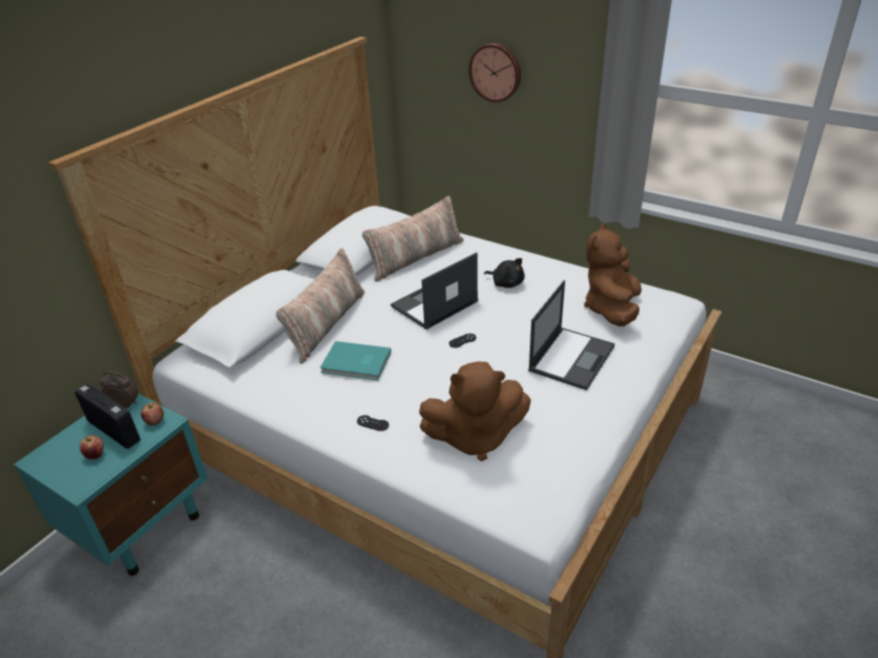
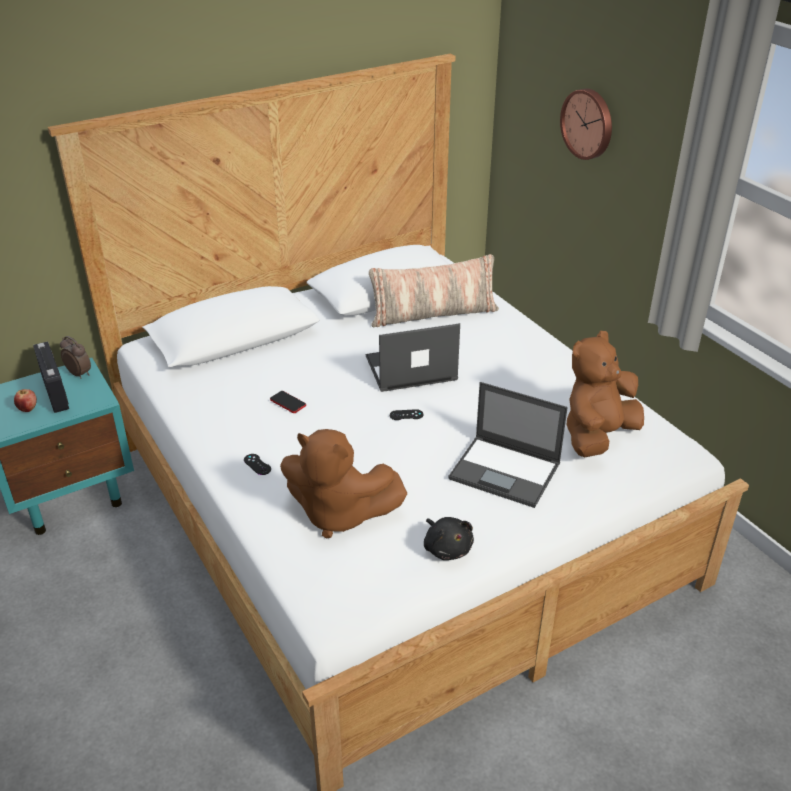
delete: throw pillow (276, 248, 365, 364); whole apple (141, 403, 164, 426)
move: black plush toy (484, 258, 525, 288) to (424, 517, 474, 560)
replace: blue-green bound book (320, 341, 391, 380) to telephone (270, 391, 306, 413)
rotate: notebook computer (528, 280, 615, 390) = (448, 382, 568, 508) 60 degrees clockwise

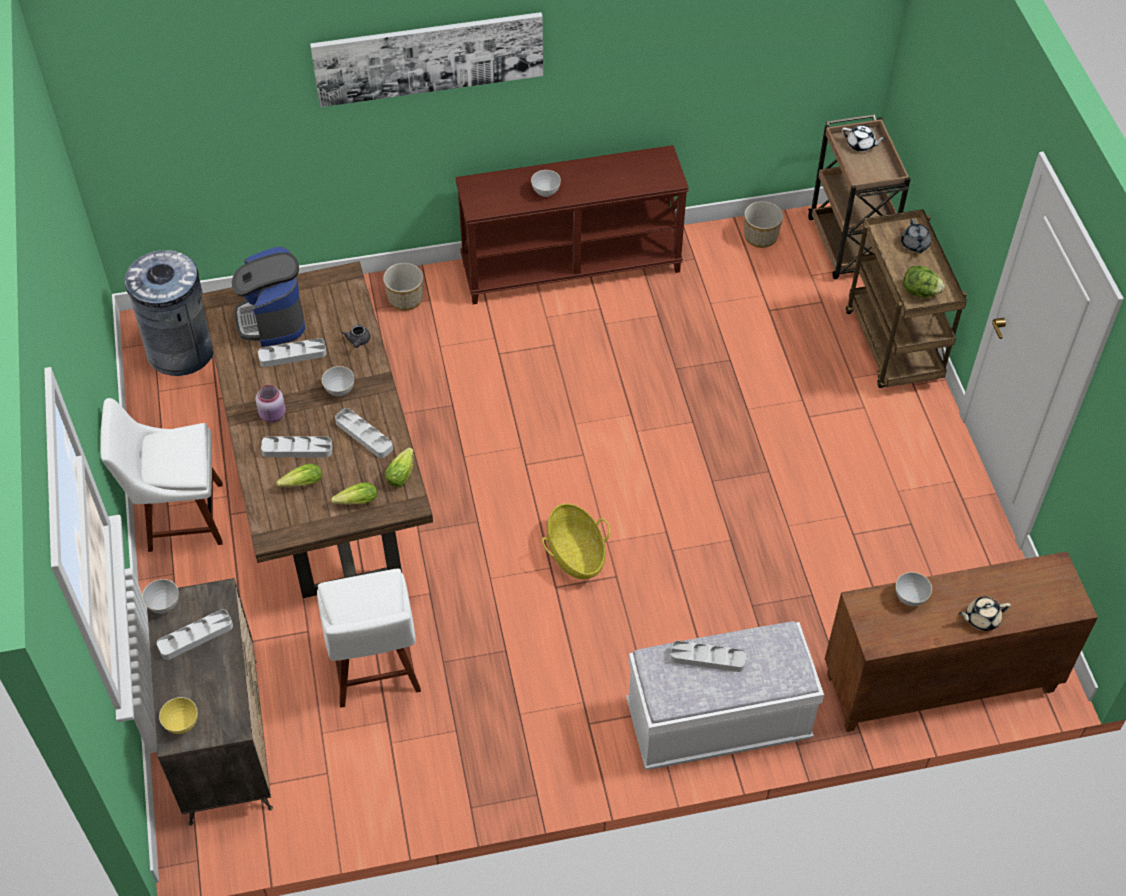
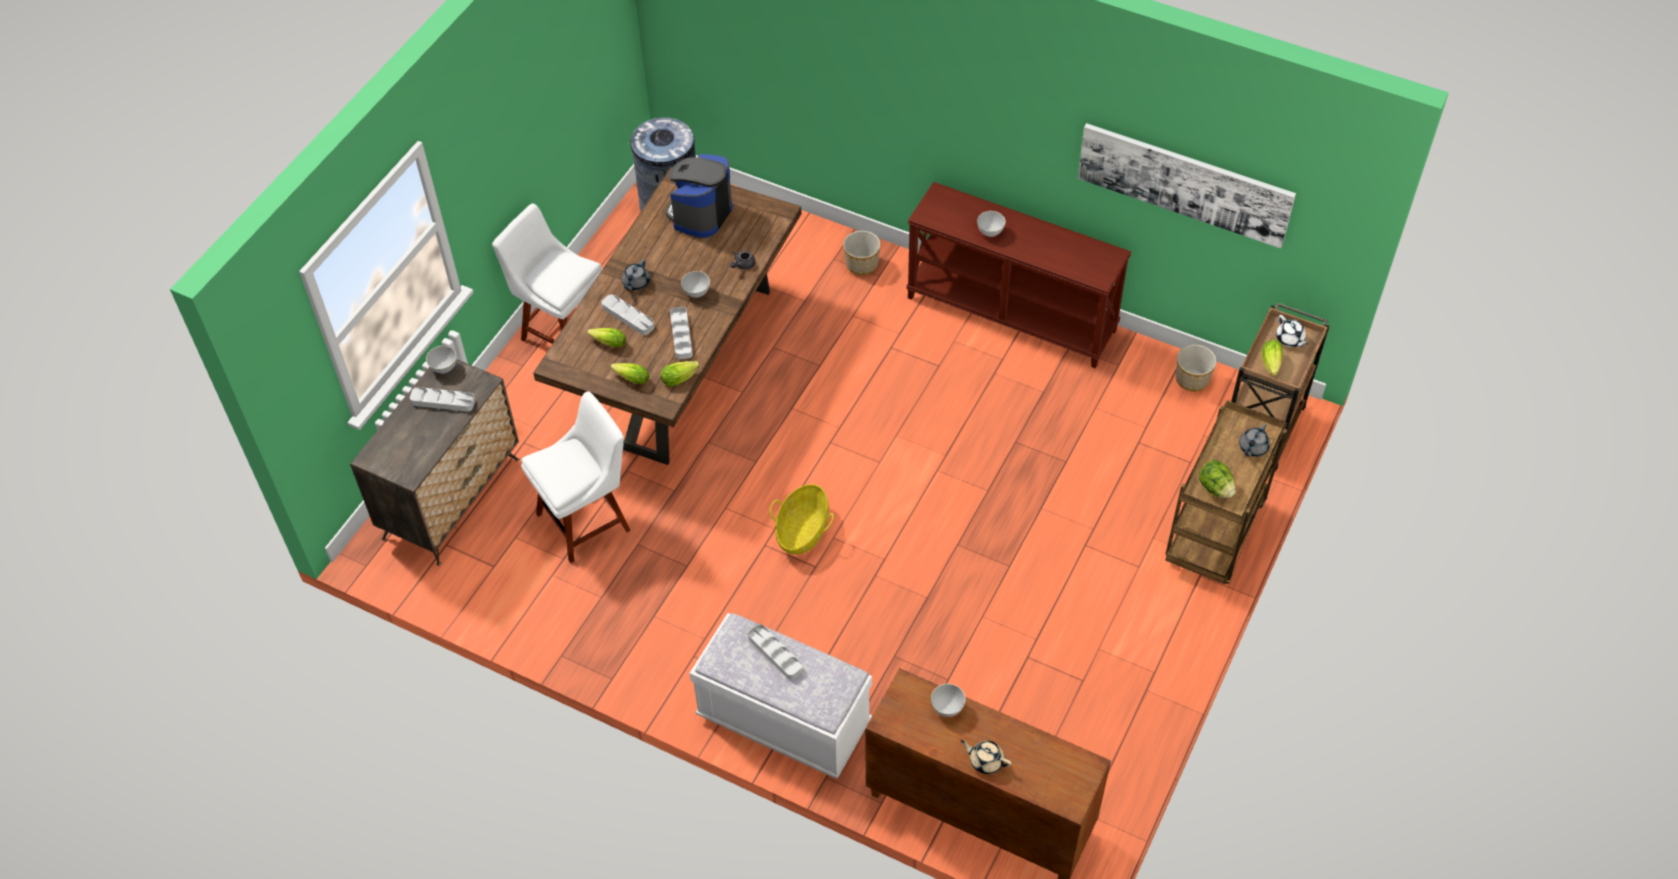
delete: grey serving tray (258, 338, 327, 367); yellowish bowl (159, 697, 198, 734)
insert: lettuce head (1262, 340, 1282, 376)
move: picture (310, 12, 543, 107) to (1078, 123, 1296, 248)
replace: pink storage jar (256, 385, 286, 423) to grey tea pot (622, 259, 650, 291)
rotate: whitish upright chair (317, 569, 421, 708) = (521, 391, 631, 563) 150 degrees counterclockwise

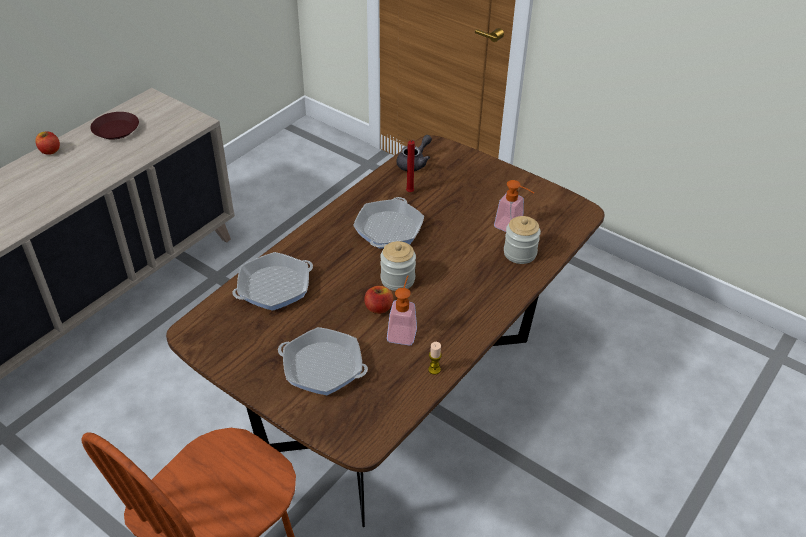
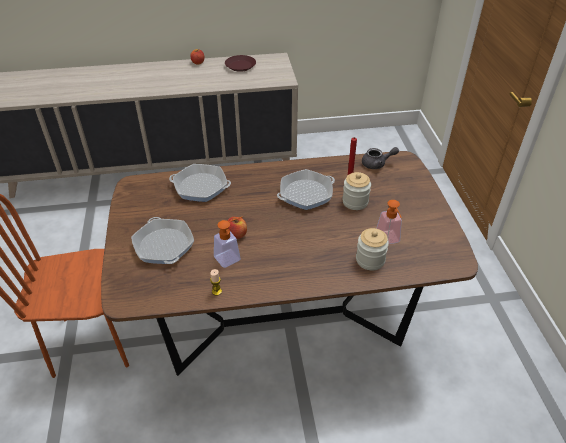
move: storage jar (380, 241, 416, 291) to (342, 172, 371, 210)

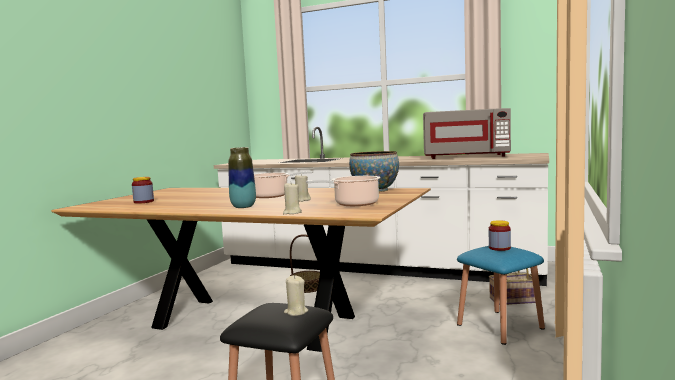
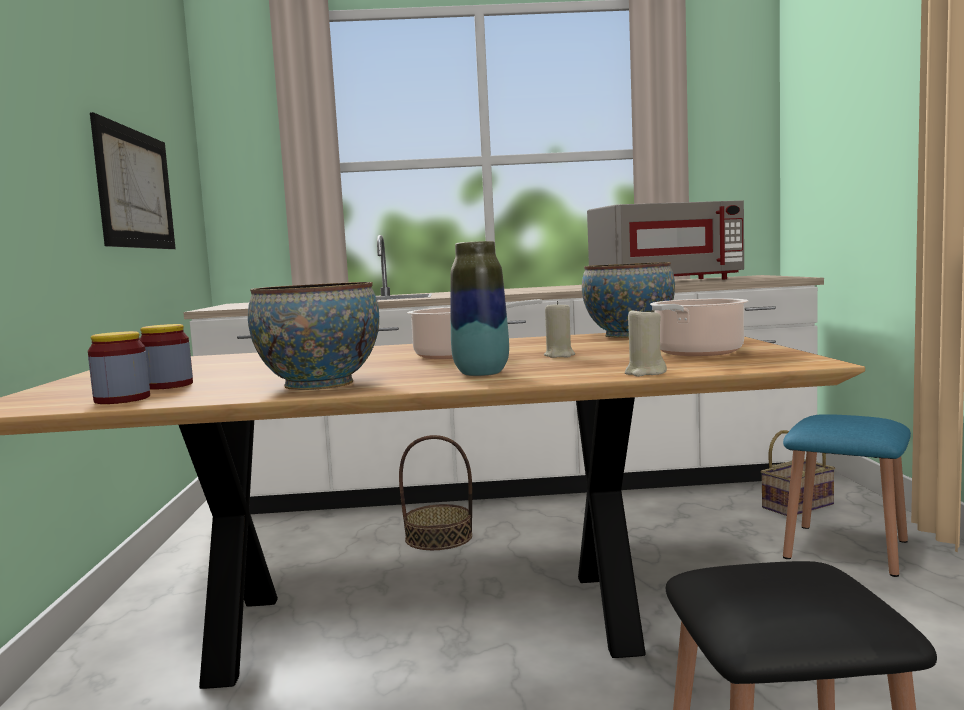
delete: beige-coloured candle (284, 275, 308, 316)
insert: picture (90, 112, 176, 249); bowl (248, 282, 379, 390)
move: storage jar (489, 220, 511, 251) to (88, 331, 150, 404)

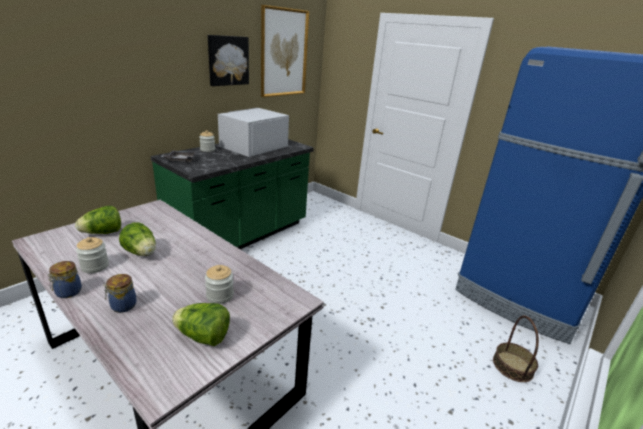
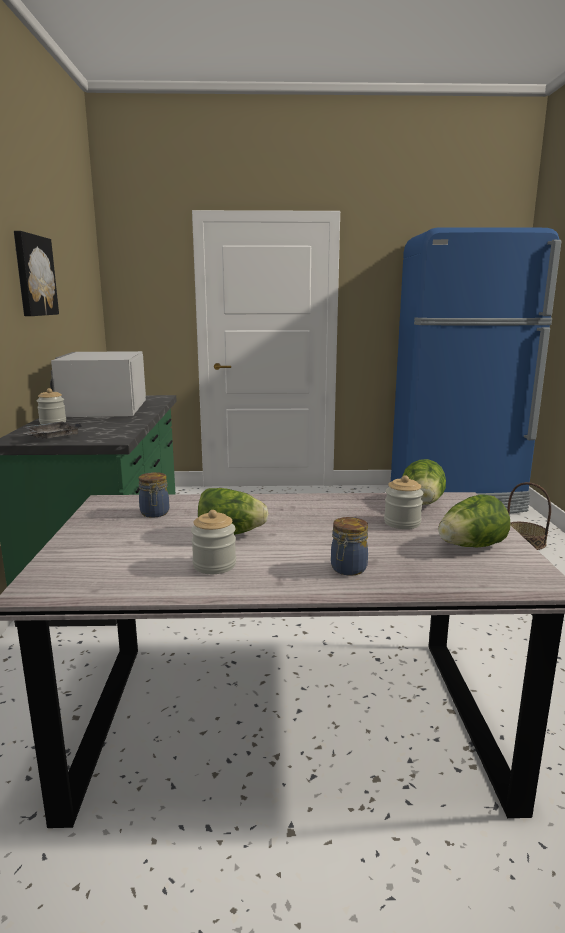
delete: picture (261, 5, 309, 97)
move: lettuce head (75, 206, 121, 234) to (403, 459, 446, 505); storage jar (47, 261, 82, 298) to (138, 472, 169, 518)

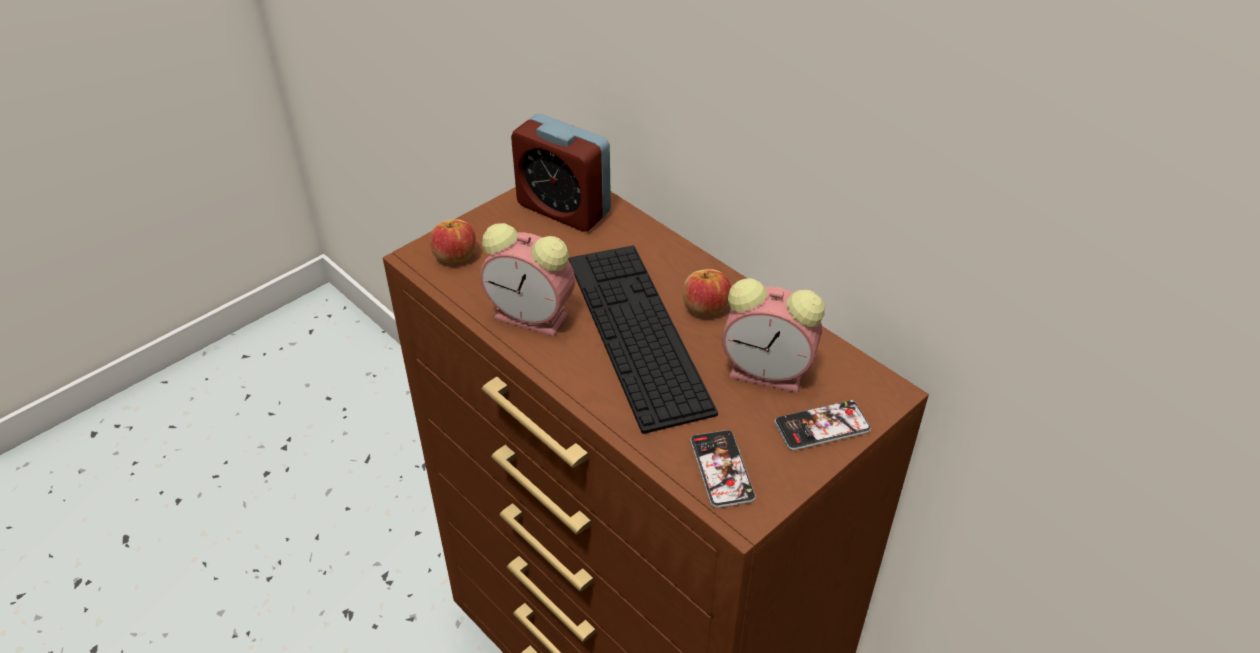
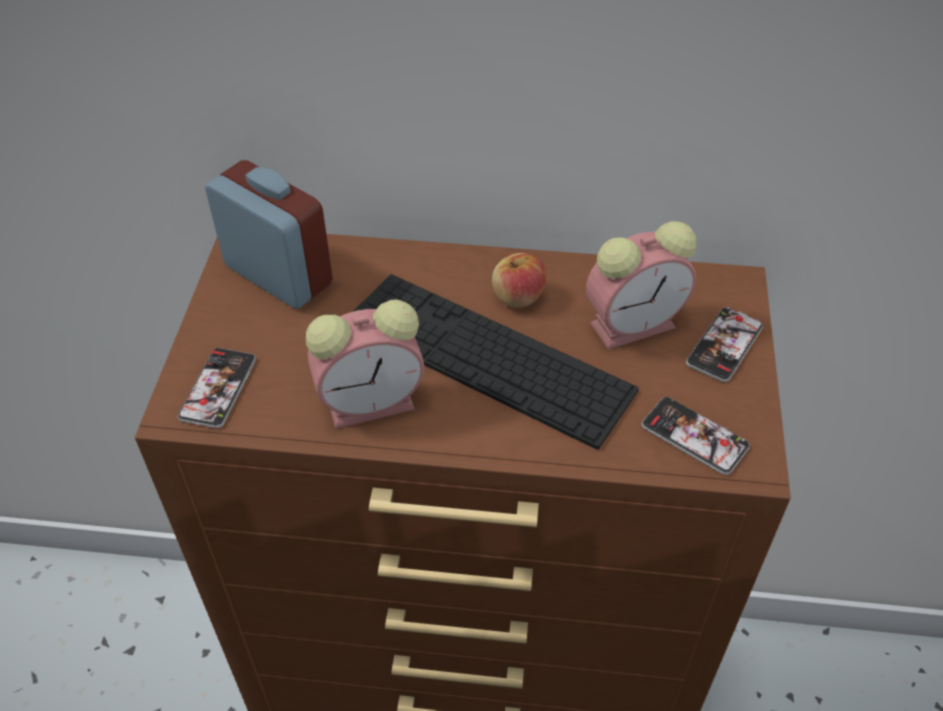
replace: whole apple (430, 219, 476, 263) to telephone (178, 348, 256, 428)
rotate: bedside clock (511, 114, 611, 231) = (205, 160, 333, 309) 135 degrees counterclockwise

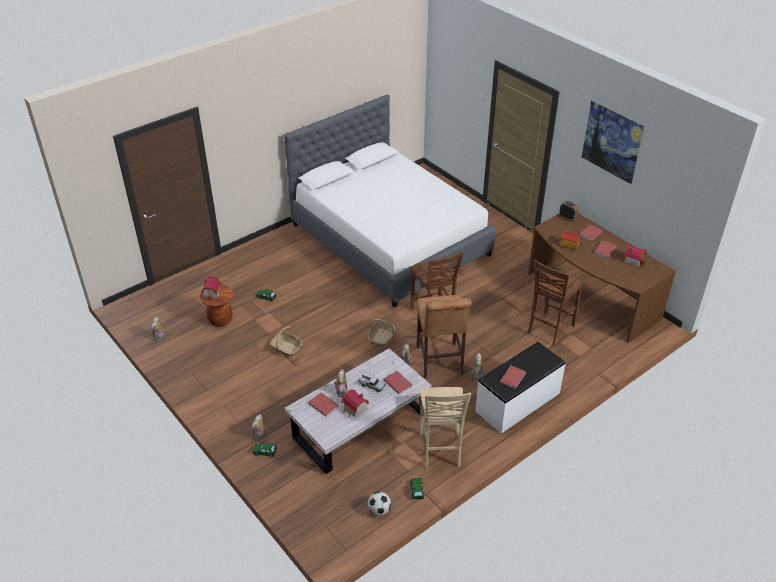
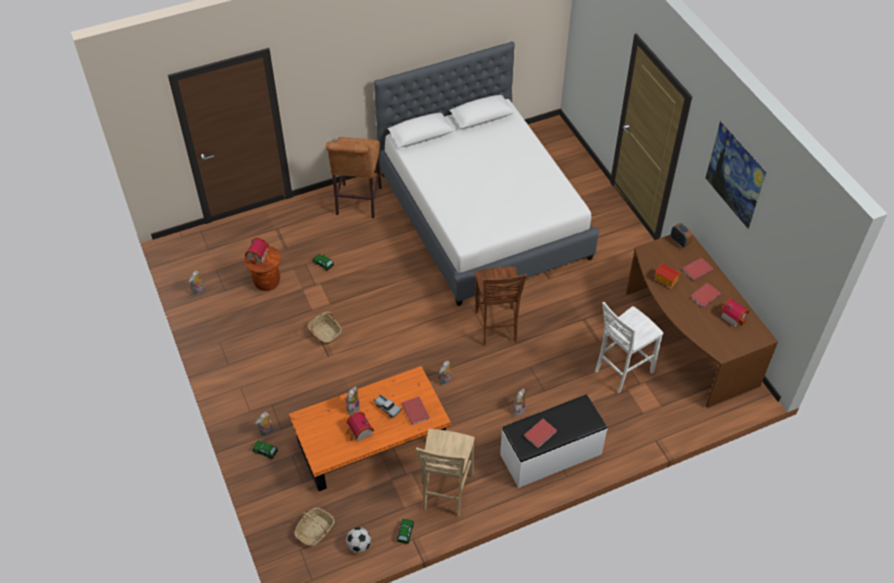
delete: reddish bound book (308, 392, 339, 416)
move: brown-coloured stool (416, 295, 472, 378) to (326, 137, 382, 218); basket (368, 319, 396, 347) to (294, 508, 335, 547)
recolor: brown-coloured upright chair (528, 260, 583, 346) to whitish upright chair (595, 302, 663, 393); whitish lounge table (284, 348, 432, 474) to orange lounge table (289, 366, 451, 491)

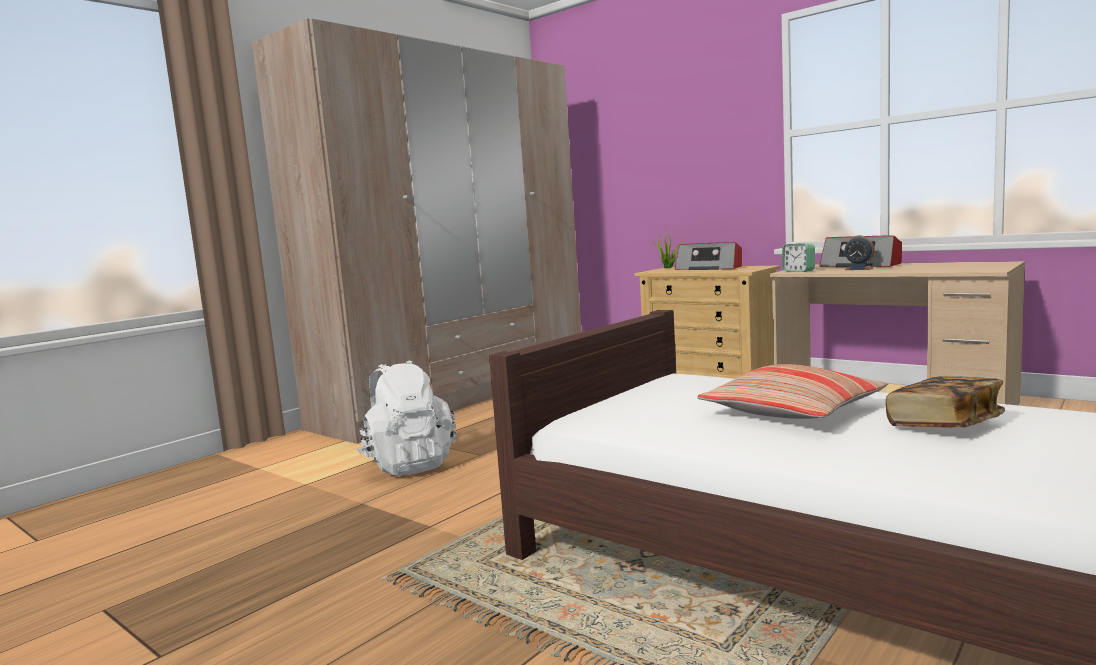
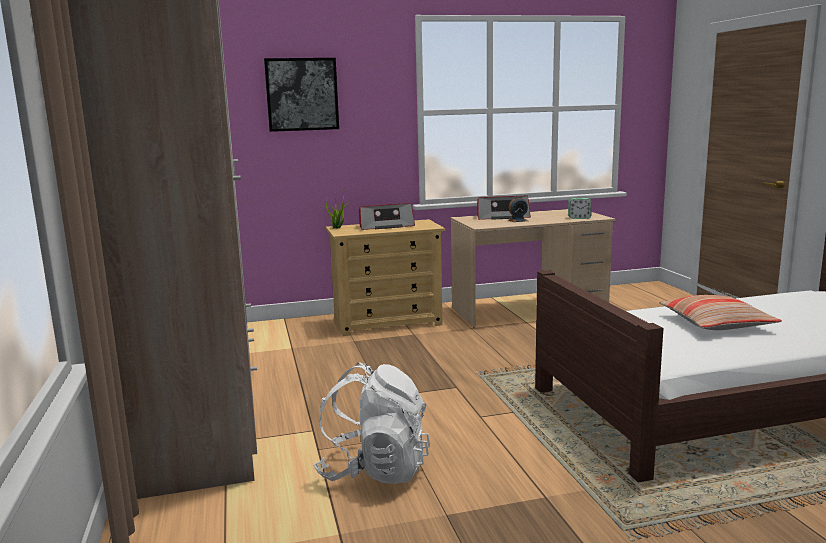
delete: bound book (886, 376, 1005, 428)
insert: picture (264, 58, 339, 132)
move: bedside clock (782, 243, 815, 272) to (568, 198, 592, 219)

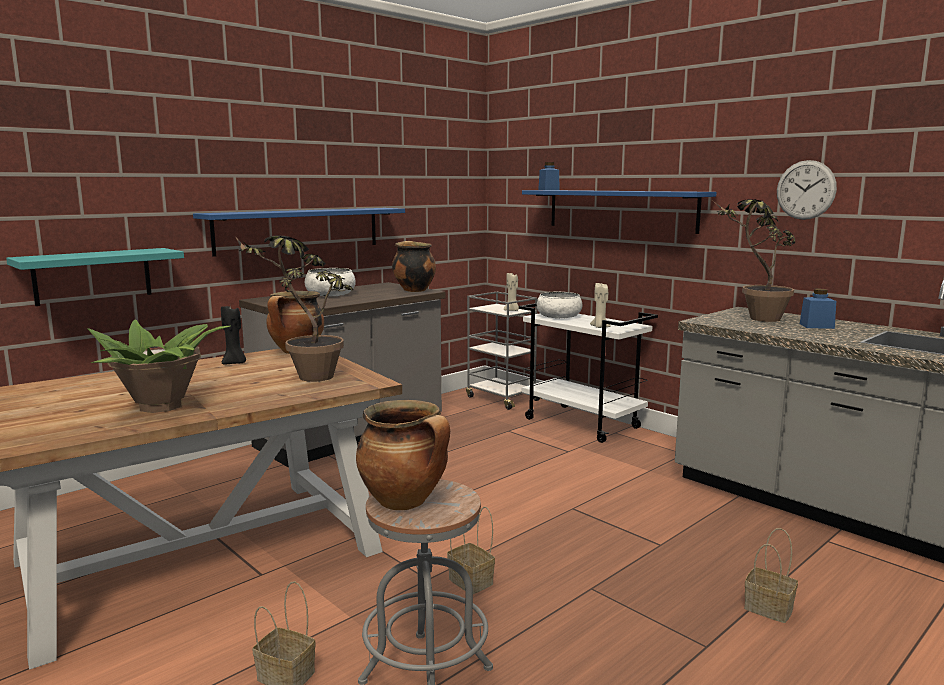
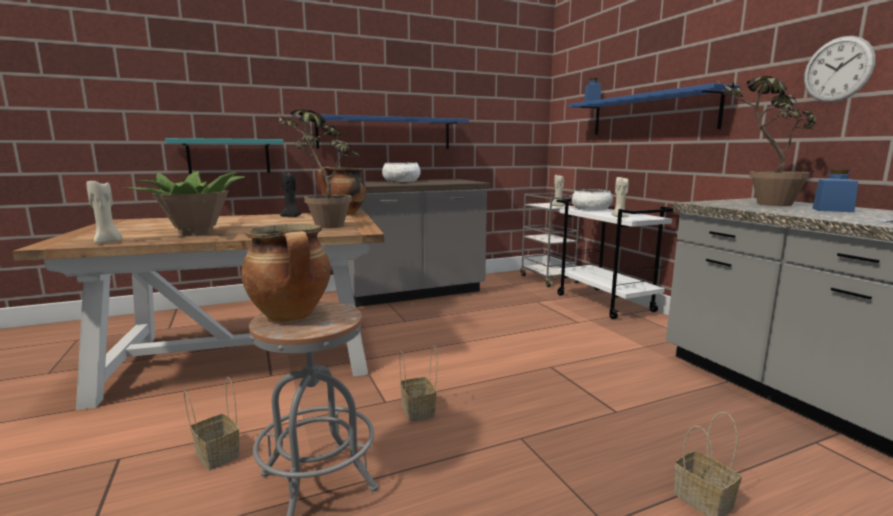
delete: stockpot (392, 241, 436, 292)
insert: beige-coloured candle (86, 178, 123, 244)

